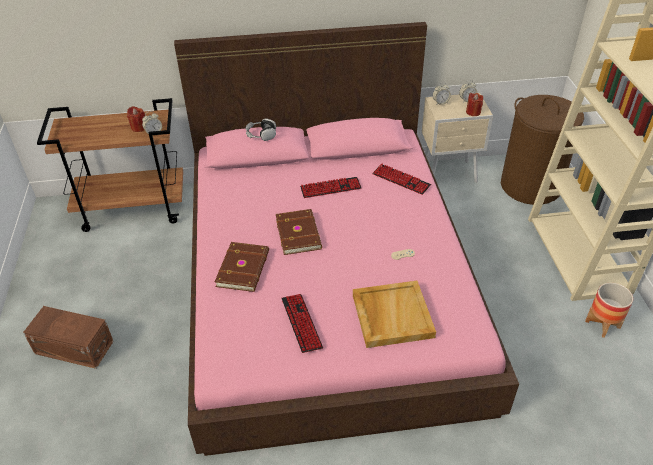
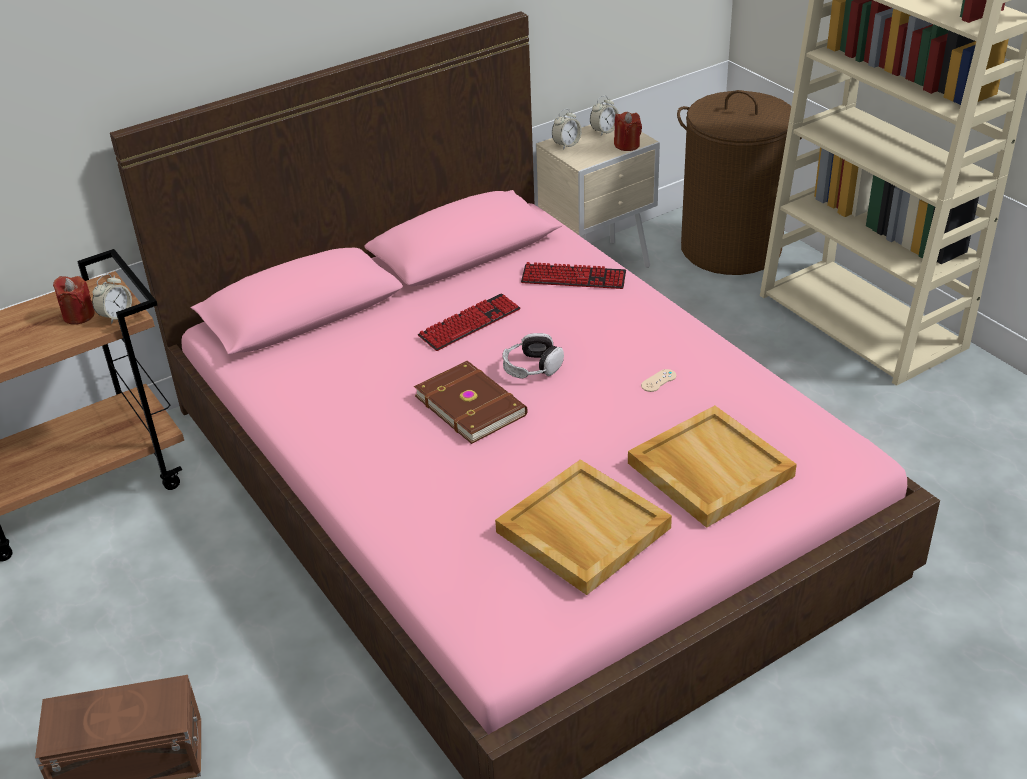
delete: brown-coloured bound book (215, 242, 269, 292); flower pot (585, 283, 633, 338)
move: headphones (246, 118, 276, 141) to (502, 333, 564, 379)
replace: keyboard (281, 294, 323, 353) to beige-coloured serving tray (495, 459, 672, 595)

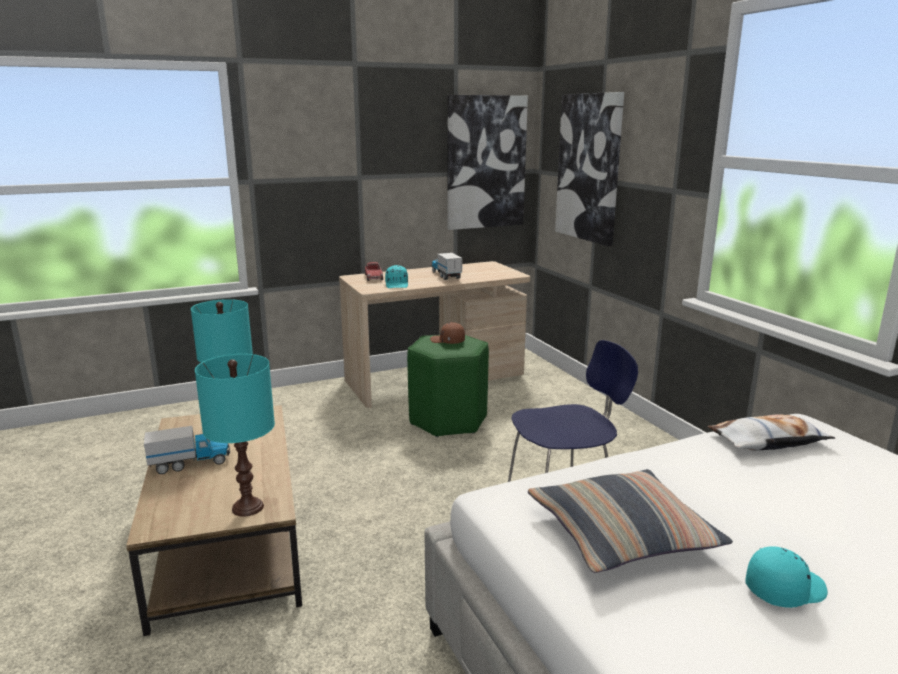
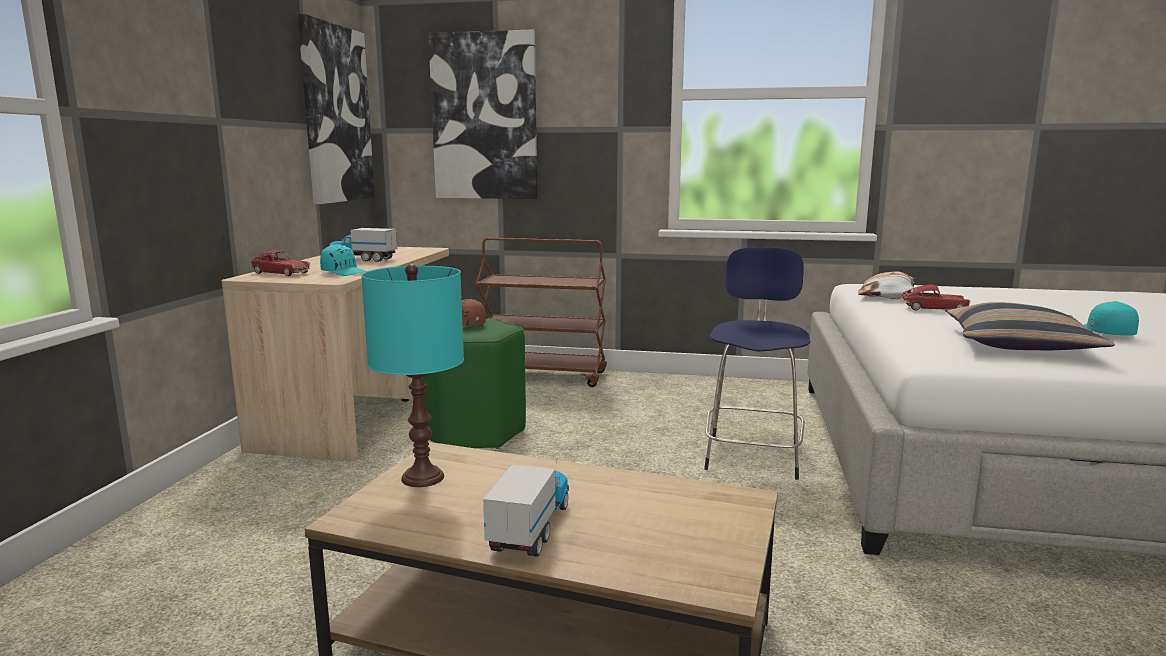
delete: blue-green tabletop lamp (195, 354, 275, 517)
insert: brown-coloured cart (476, 238, 607, 387); toy car (901, 285, 970, 310)

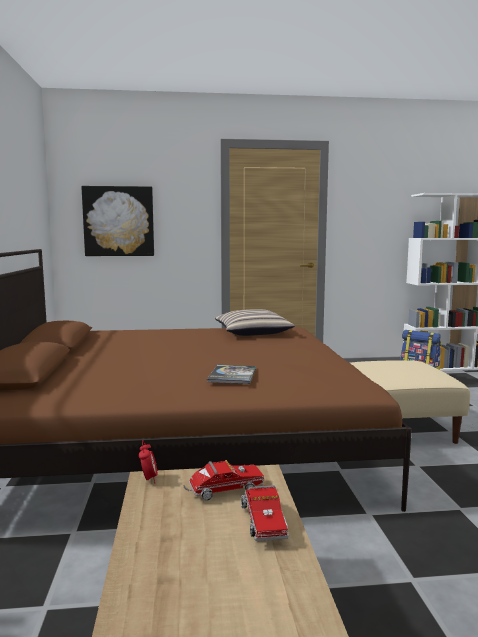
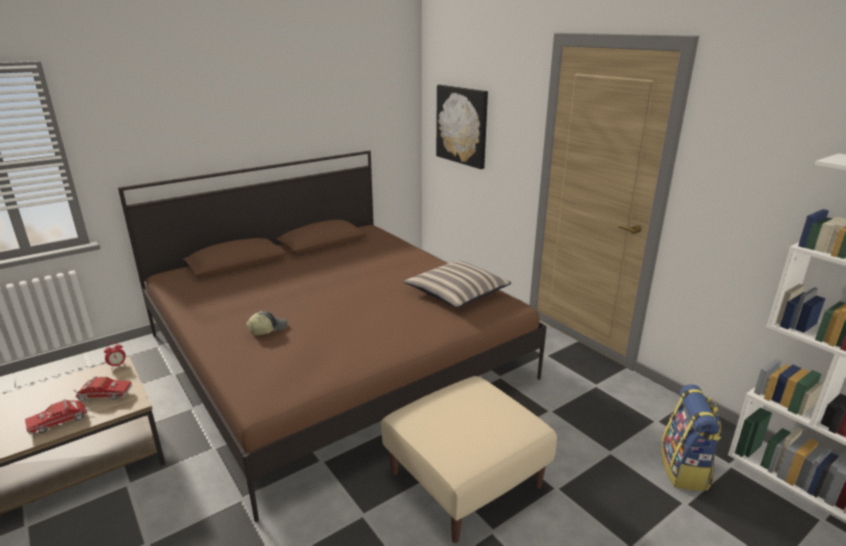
replace: bound book (207, 365, 256, 384) to peaked cap (246, 311, 287, 335)
rotate: model truck (183, 460, 264, 501) = (74, 376, 132, 402) 45 degrees counterclockwise

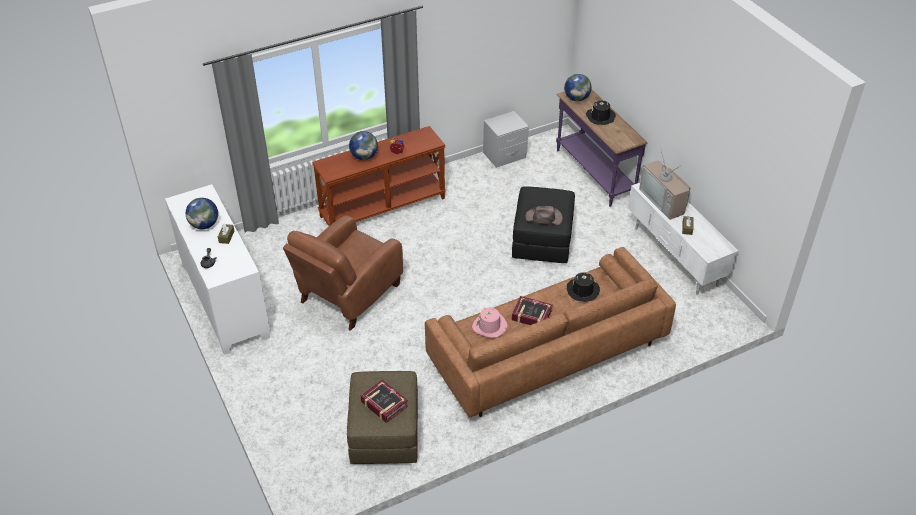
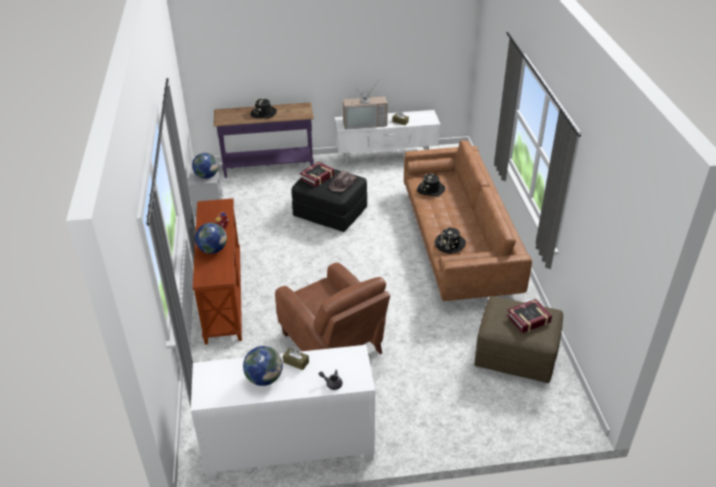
move: world globe (564, 74, 592, 101) to (192, 153, 218, 179); bound book (512, 296, 553, 325) to (300, 162, 334, 187)
recolor: pink clothing hat (472, 308, 508, 338) to black clothing hat (435, 227, 466, 254)

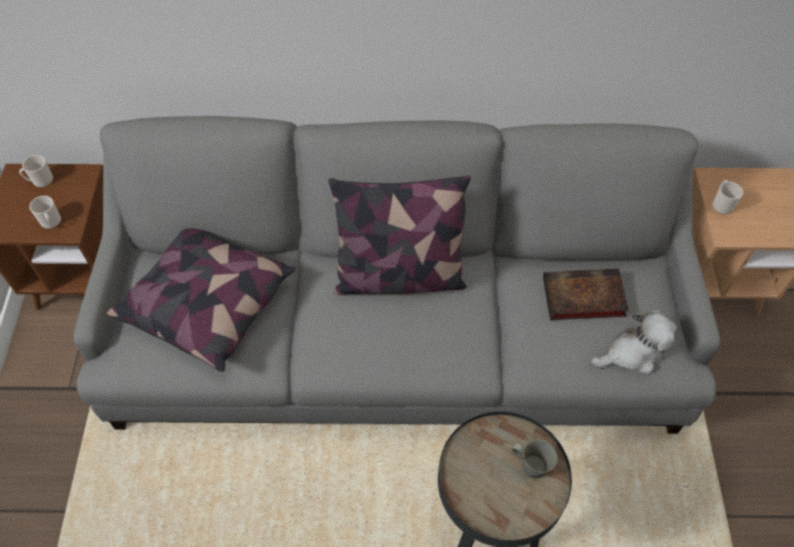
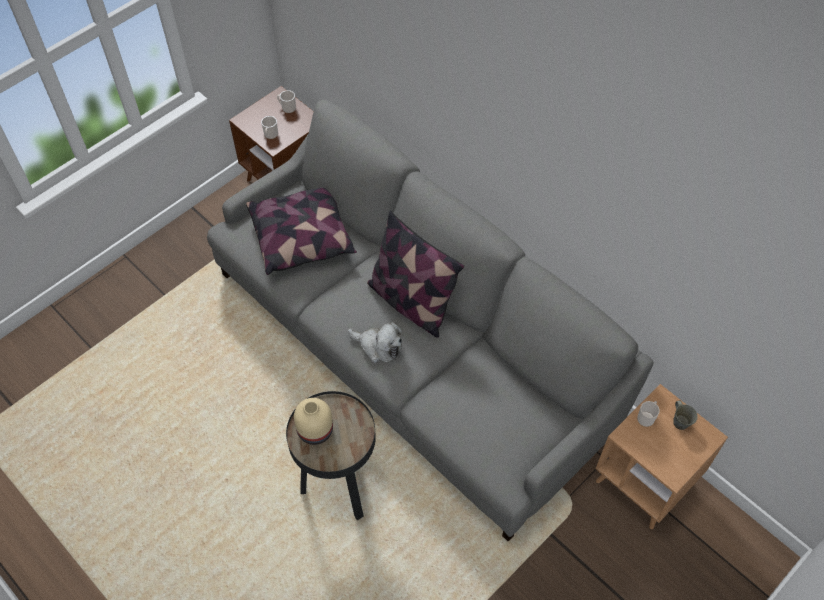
delete: bound book (543, 268, 629, 320)
insert: beige-coloured vase (294, 398, 333, 445)
move: plush toy (591, 309, 677, 374) to (348, 322, 402, 363); grey mug (512, 440, 557, 478) to (673, 401, 698, 430)

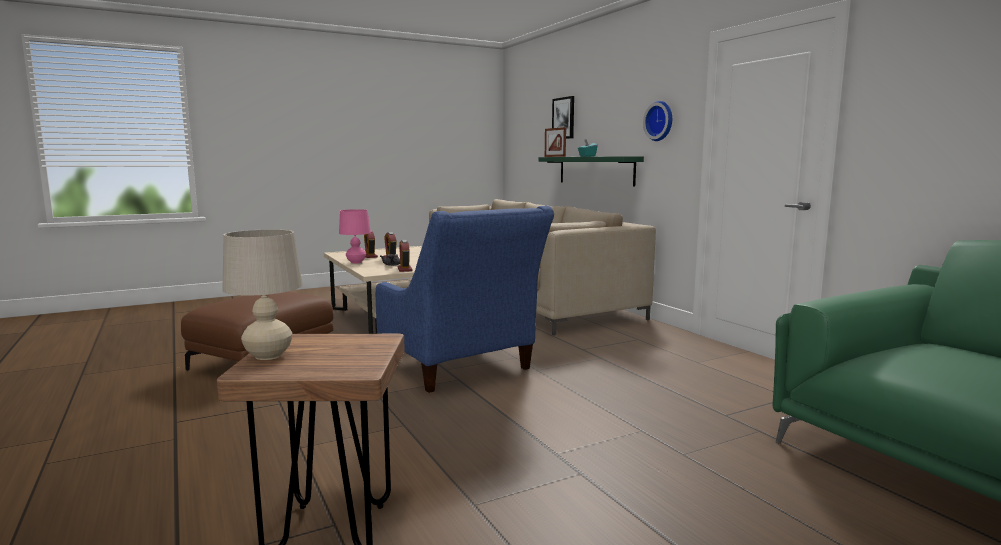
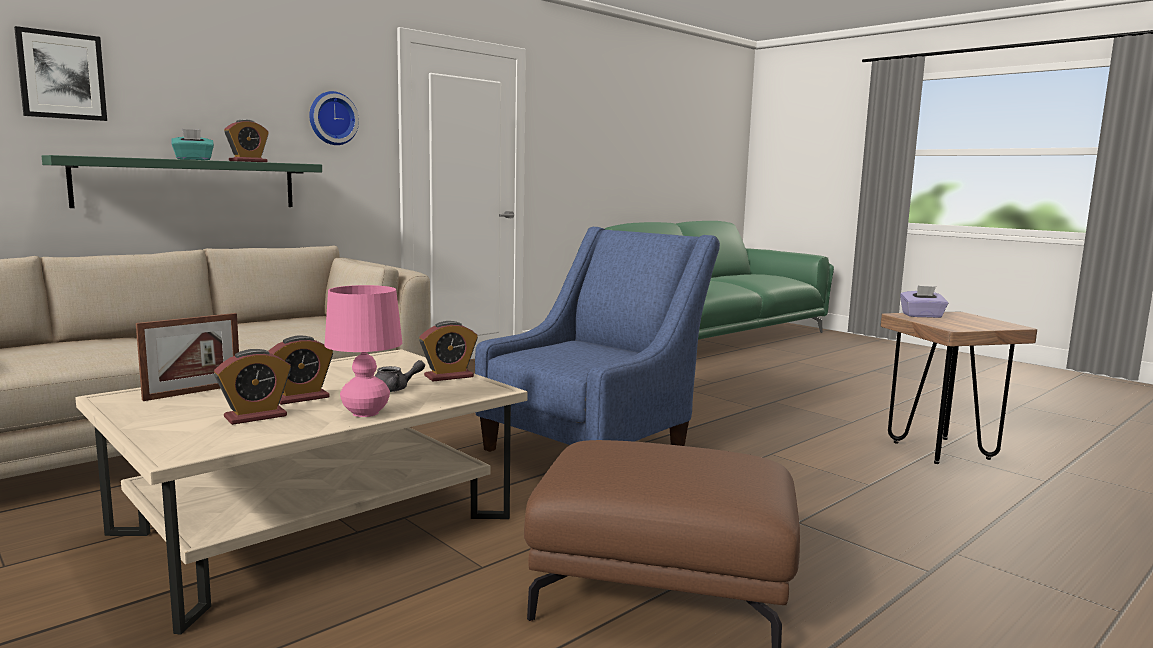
delete: beige-coloured tabletop lamp (222, 229, 303, 360)
insert: bedside clock (224, 119, 269, 162); purplish box of tissues (900, 286, 948, 318)
move: standing frame (545, 127, 566, 157) to (136, 313, 239, 401)

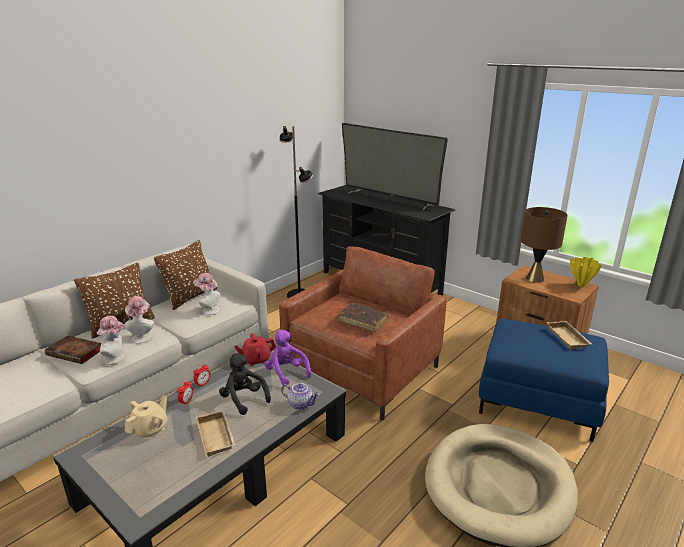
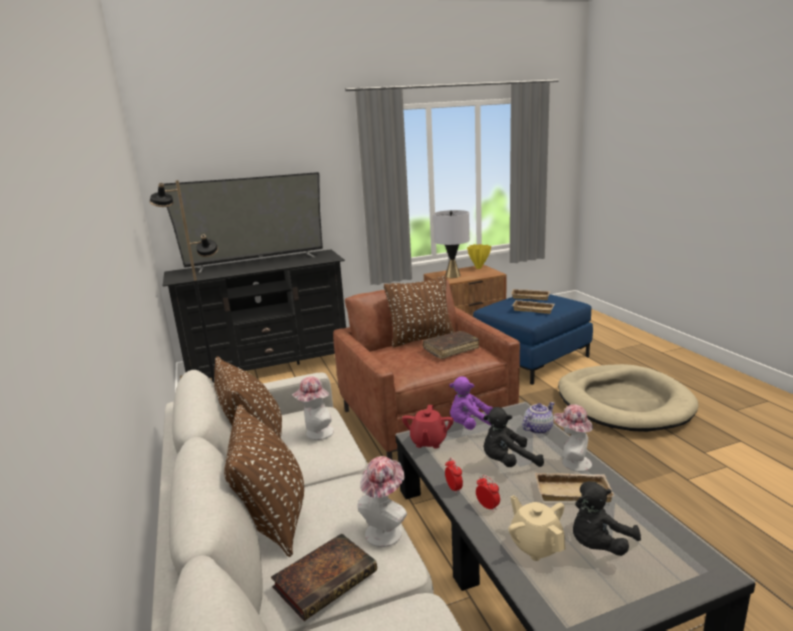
insert: brown-coloured throw pillow (384, 276, 455, 347); beige-coloured serving tray (512, 300, 555, 314); black plush toy (573, 481, 641, 556)
move: clothing hat (125, 296, 154, 343) to (554, 404, 593, 472)
recolor: brown-coloured tabletop lamp (521, 207, 568, 283) to grey tabletop lamp (433, 210, 470, 278)

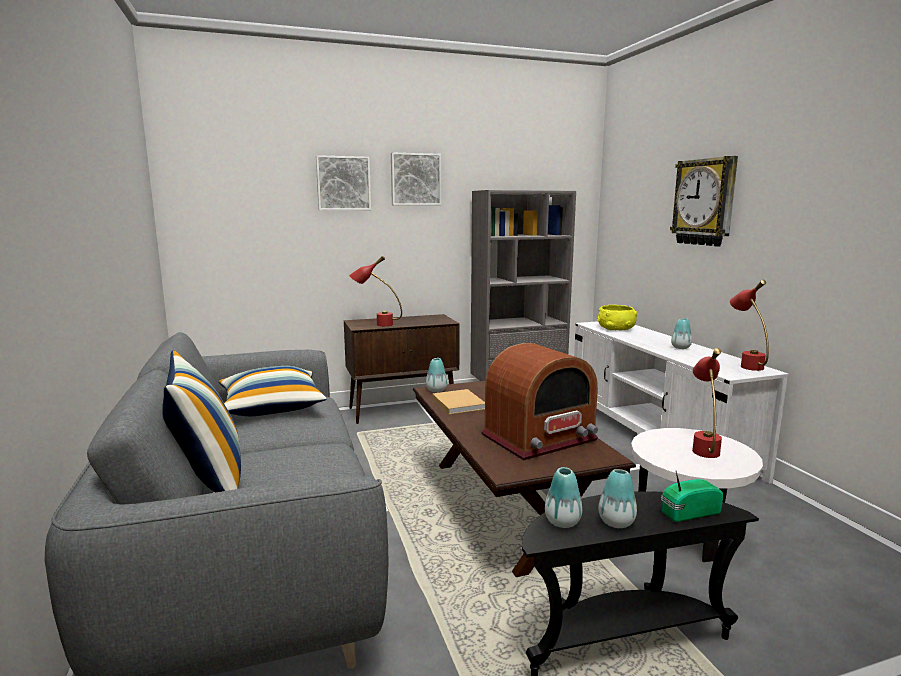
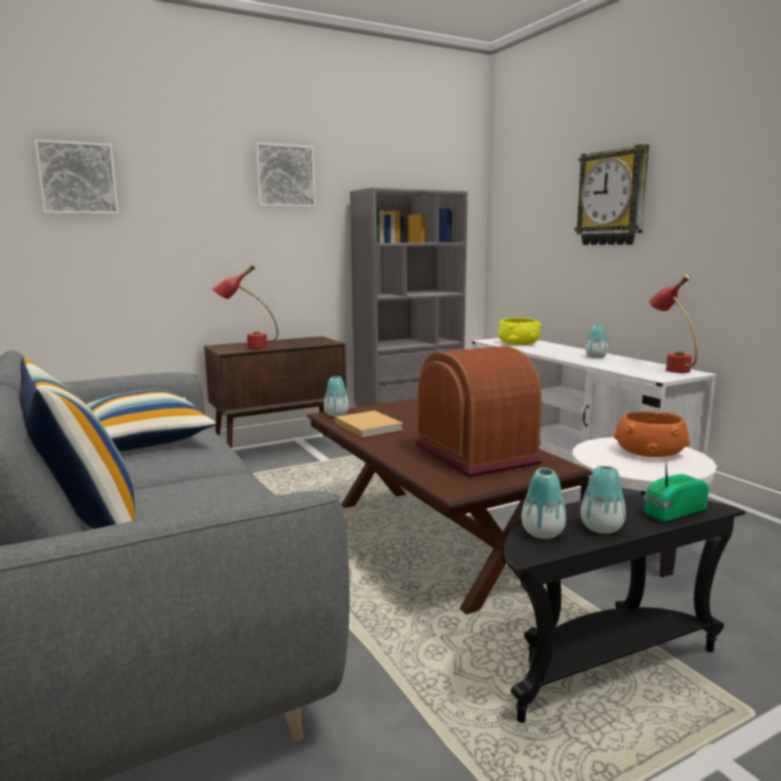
move: picture (316, 155, 371, 210) to (34, 139, 119, 215)
replace: reddish tabletop lamp (692, 348, 722, 458) to orange bowl (614, 411, 690, 457)
rotate: radio (481, 343, 598, 460) = (415, 346, 543, 477) 75 degrees counterclockwise

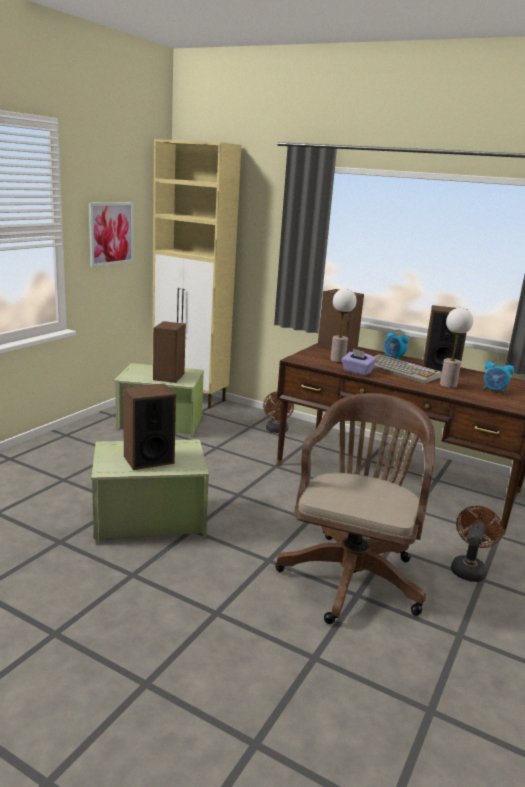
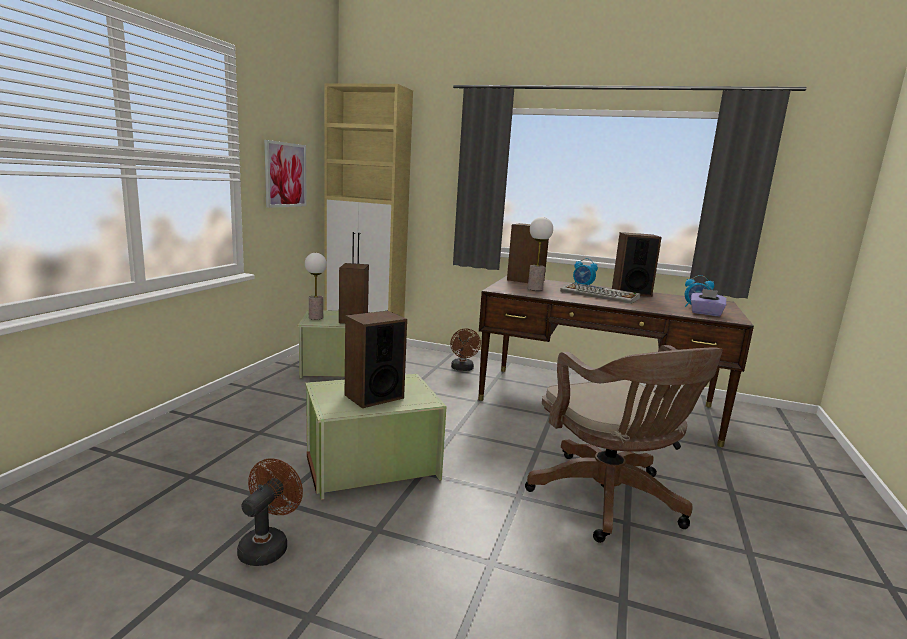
move: tabletop lamp (440, 308, 473, 388) to (305, 253, 327, 320); purplish box of tissues (342, 349, 376, 375) to (691, 289, 726, 316); brown-coloured cooling fan (451, 506, 503, 582) to (237, 458, 303, 566)
rotate: brown-coloured office chair (275, 393, 435, 624) = (525, 345, 723, 543) 150 degrees clockwise

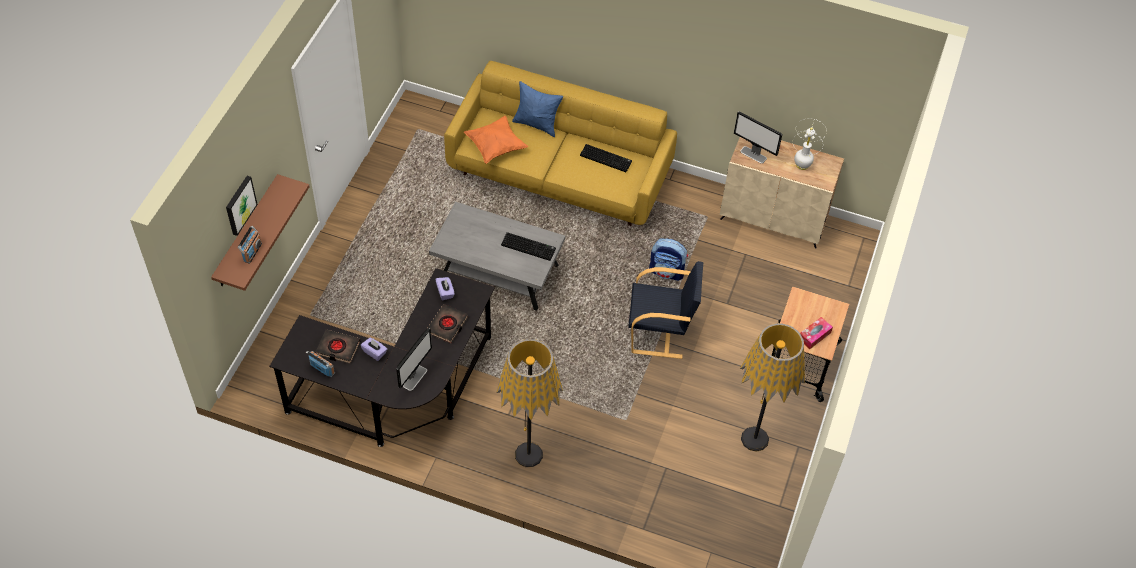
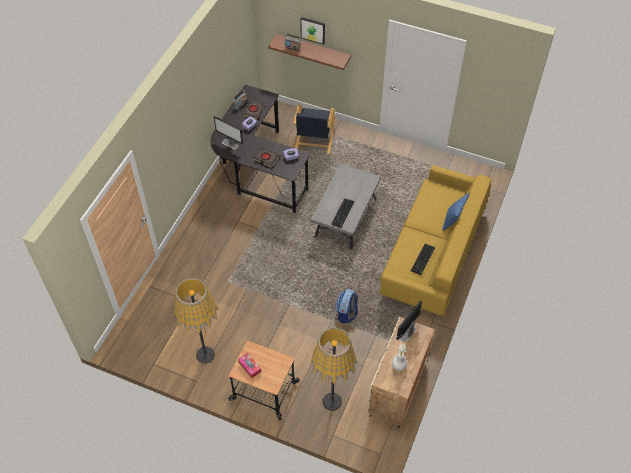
delete: orange throw pillow (464, 116, 528, 164)
move: black lounge chair (628, 261, 703, 359) to (294, 104, 335, 154); floor lamp (496, 339, 563, 467) to (310, 328, 357, 411)

